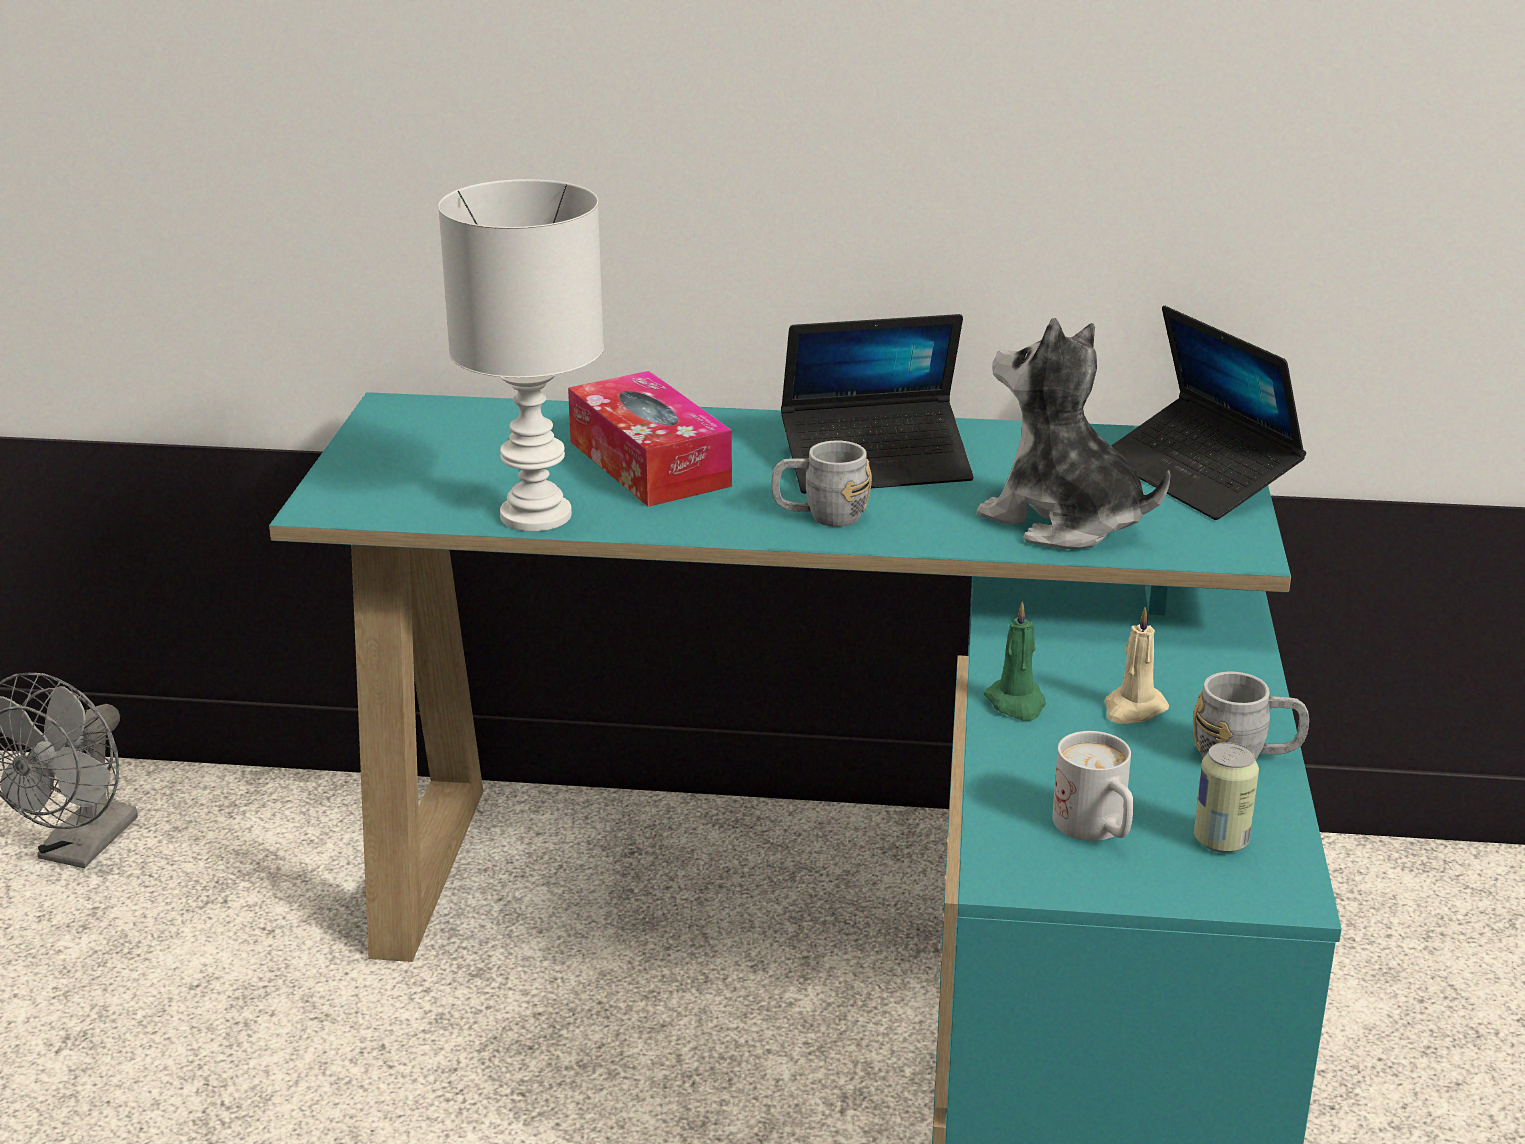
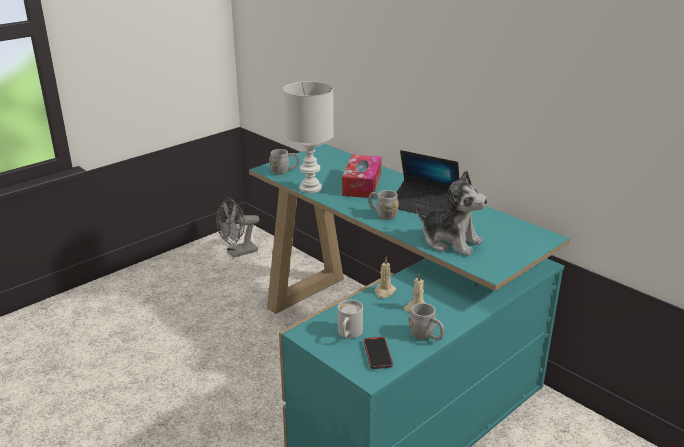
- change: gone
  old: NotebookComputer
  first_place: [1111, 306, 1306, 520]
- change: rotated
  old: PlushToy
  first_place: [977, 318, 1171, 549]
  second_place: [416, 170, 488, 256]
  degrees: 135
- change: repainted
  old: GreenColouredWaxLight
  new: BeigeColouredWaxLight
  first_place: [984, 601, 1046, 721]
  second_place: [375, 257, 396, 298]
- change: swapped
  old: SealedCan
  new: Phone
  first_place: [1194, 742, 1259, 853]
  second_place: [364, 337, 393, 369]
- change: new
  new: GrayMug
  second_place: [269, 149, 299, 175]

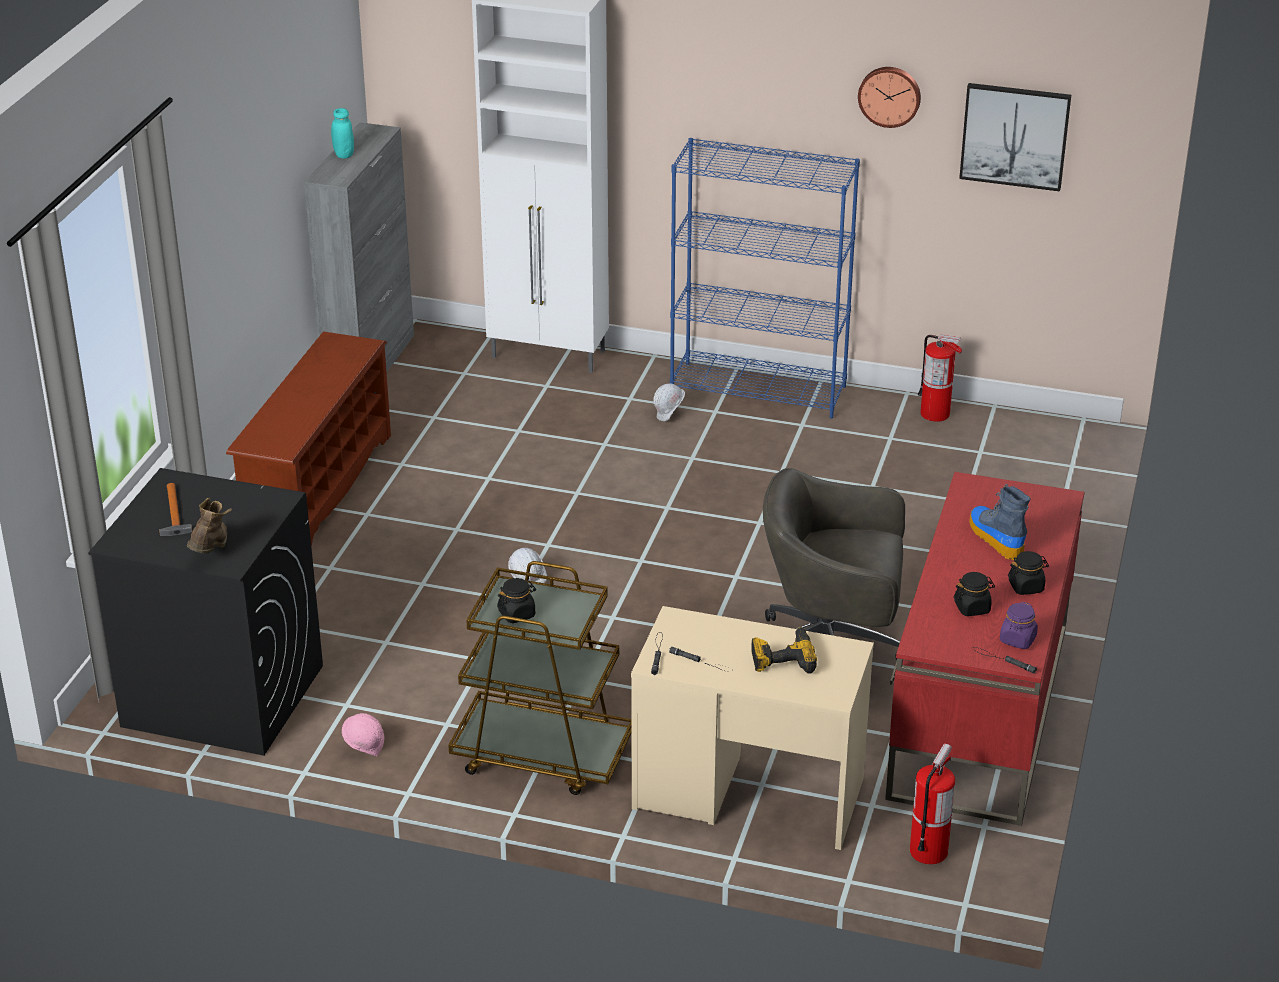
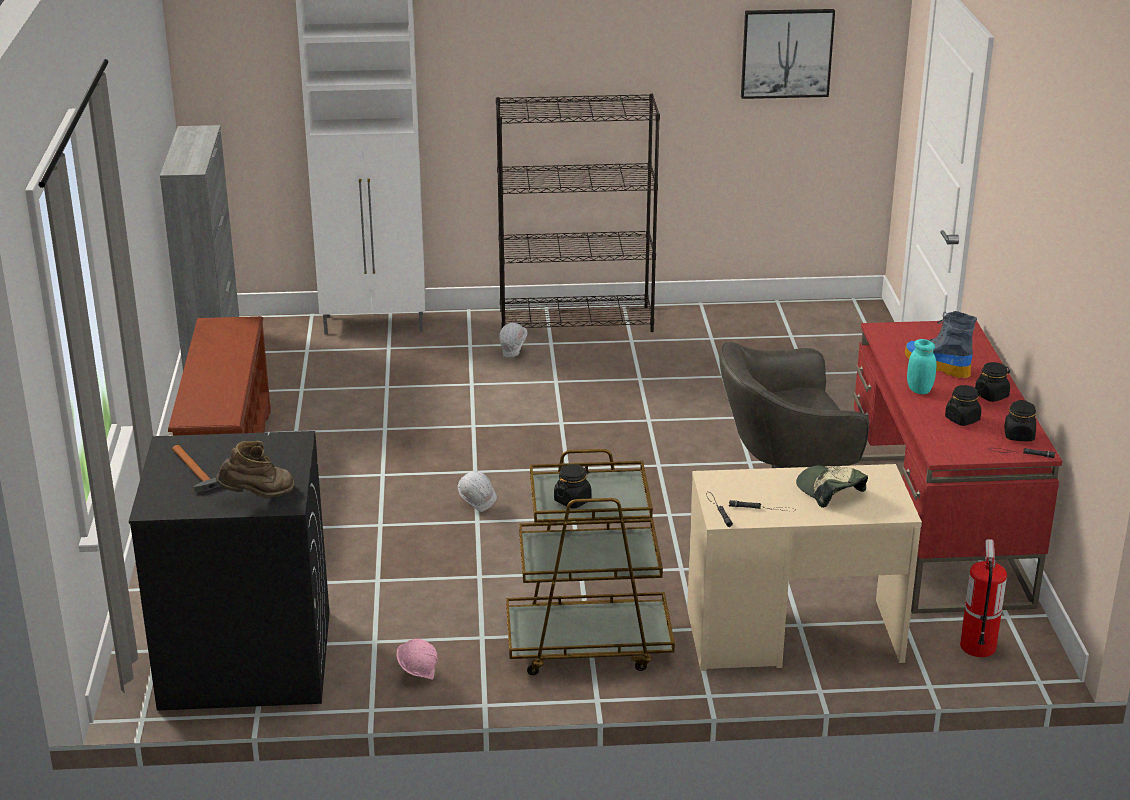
- change: gone
  old: HangingClock
  first_place: [858, 67, 921, 128]
- change: shifted
  old: BlueGreenPreserveJar
  first_place: [331, 108, 354, 158]
  second_place: [907, 339, 937, 394]
- change: repainted
  old: BlueBookcase
  new: BlackBookcase
  first_place: [670, 138, 860, 418]
  second_place: [496, 94, 660, 332]
- change: gone
  old: FireFightingCylinder
  first_place: [918, 335, 962, 422]
- change: rotated
  old: BrownTallBoot
  first_place: [187, 498, 232, 554]
  second_place: [216, 441, 294, 498]
  degrees: 75
- change: repainted
  old: PurplePreserveJar
  new: BlackPreserveJar
  first_place: [1000, 602, 1038, 649]
  second_place: [1004, 400, 1036, 441]
- change: swapped
  old: ElectricDrill
  new: PeakedCap
  first_place: [751, 627, 817, 674]
  second_place: [796, 466, 868, 508]

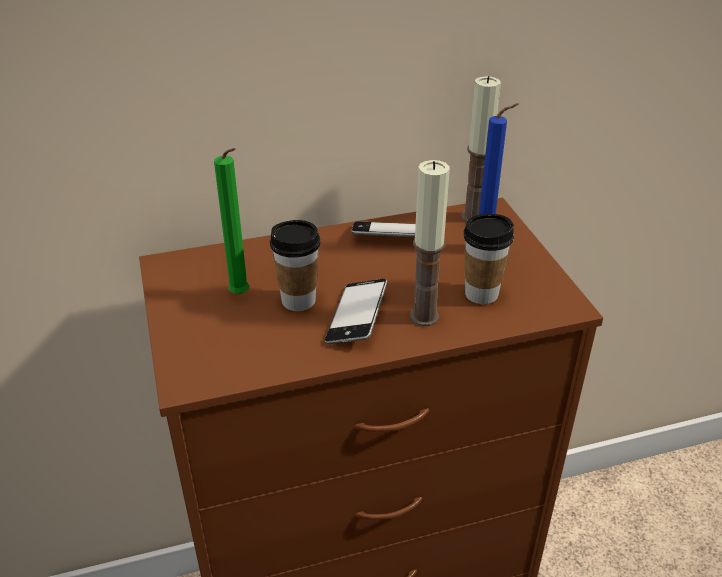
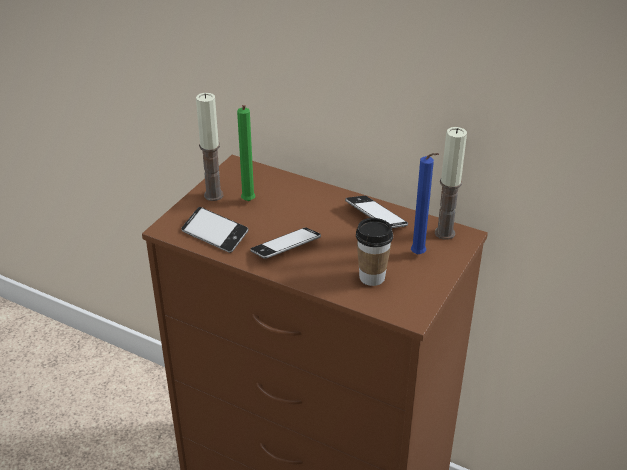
- change: shifted
  old: WaxLight
  first_place: [410, 160, 450, 326]
  second_place: [196, 93, 223, 201]
- change: gone
  old: Cup
  first_place: [270, 220, 320, 311]
- change: new
  new: Phone
  second_place: [181, 207, 249, 253]

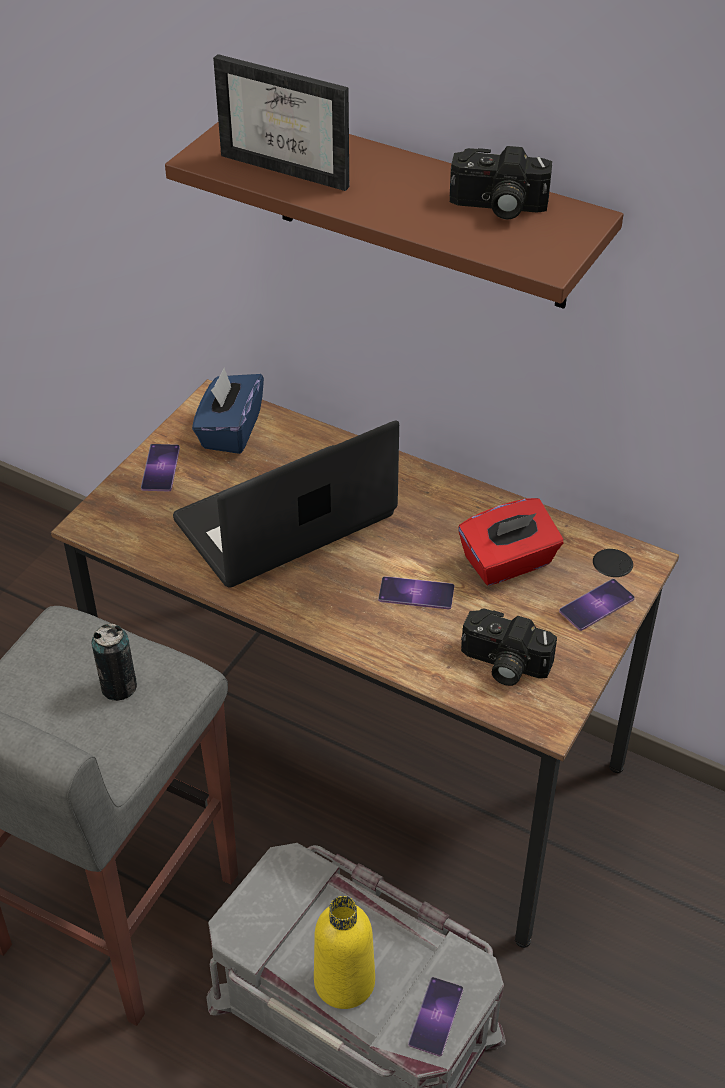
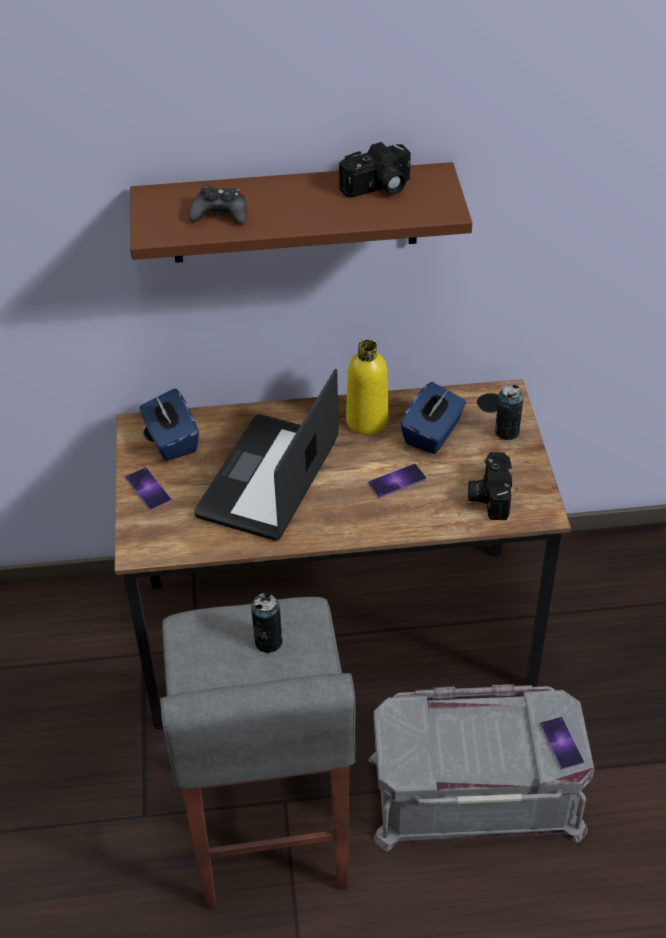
- change: swapped
  old: StandingFrame
  new: BlackJoypad
  first_place: [213, 54, 349, 191]
  second_place: [189, 185, 247, 224]
- change: repainted
  old: ReddishBoxOfTissues
  new: BlueBoxOfTissues
  first_place: [458, 498, 563, 586]
  second_place: [400, 382, 466, 454]
- change: swapped
  old: Phone
  new: SealedCan
  first_place: [559, 579, 635, 631]
  second_place: [495, 384, 524, 440]
- change: rotated
  old: StillCamera
  first_place: [461, 609, 557, 686]
  second_place: [468, 452, 512, 520]
  degrees: 105
- change: shifted
  old: YellowishDrinkBottle
  first_place: [314, 896, 375, 1009]
  second_place: [346, 340, 389, 435]

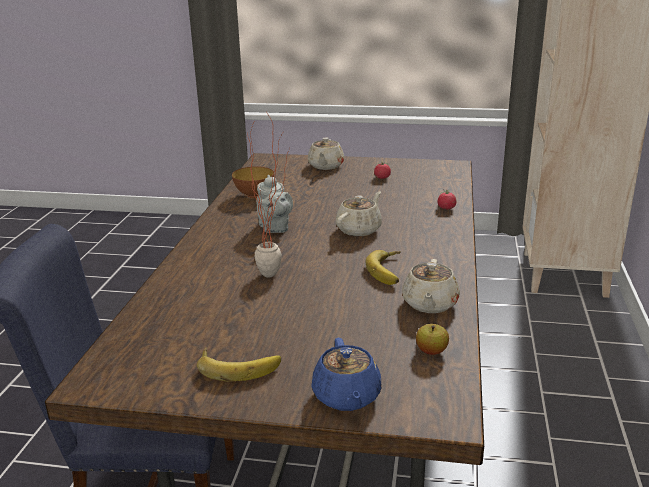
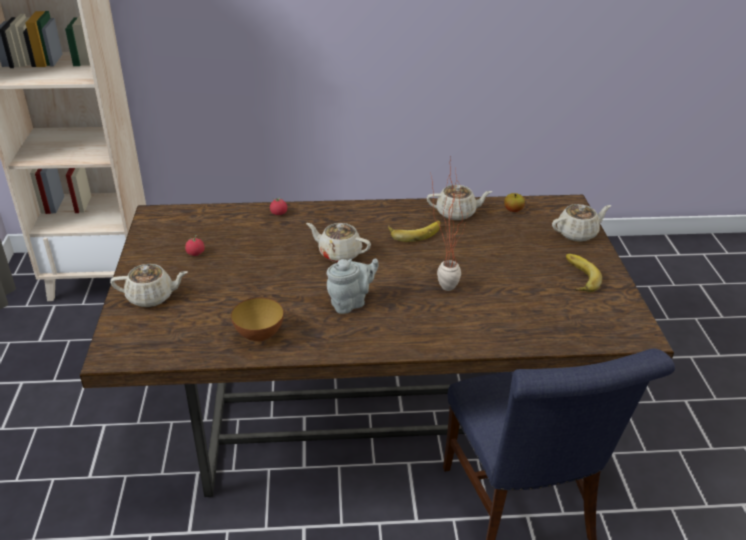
- change: repainted
  old: BlueTeaPot
  new: BeigeColouredTeaPot
  first_place: [311, 338, 382, 411]
  second_place: [552, 204, 611, 242]

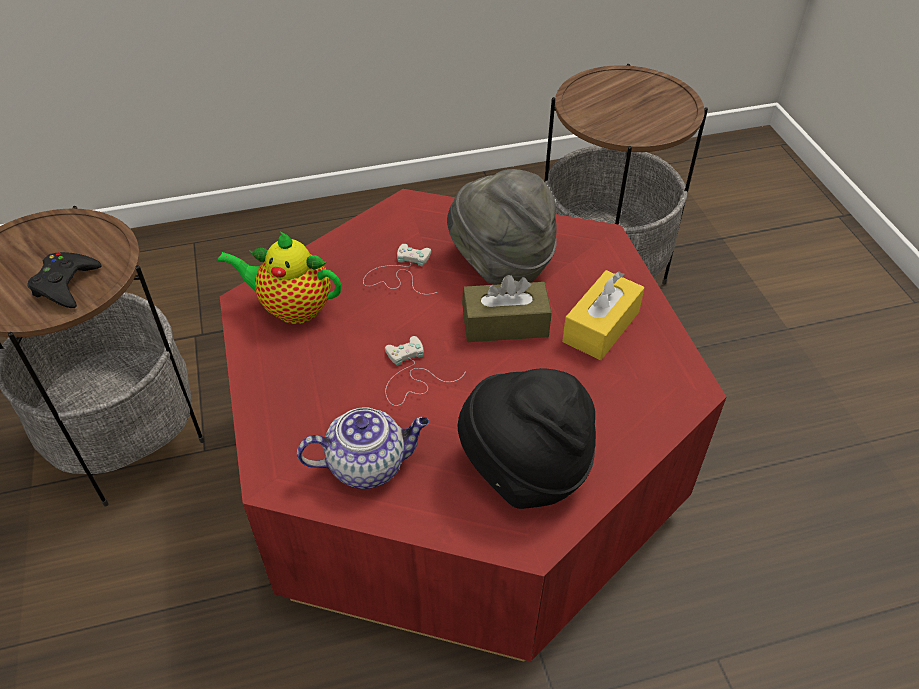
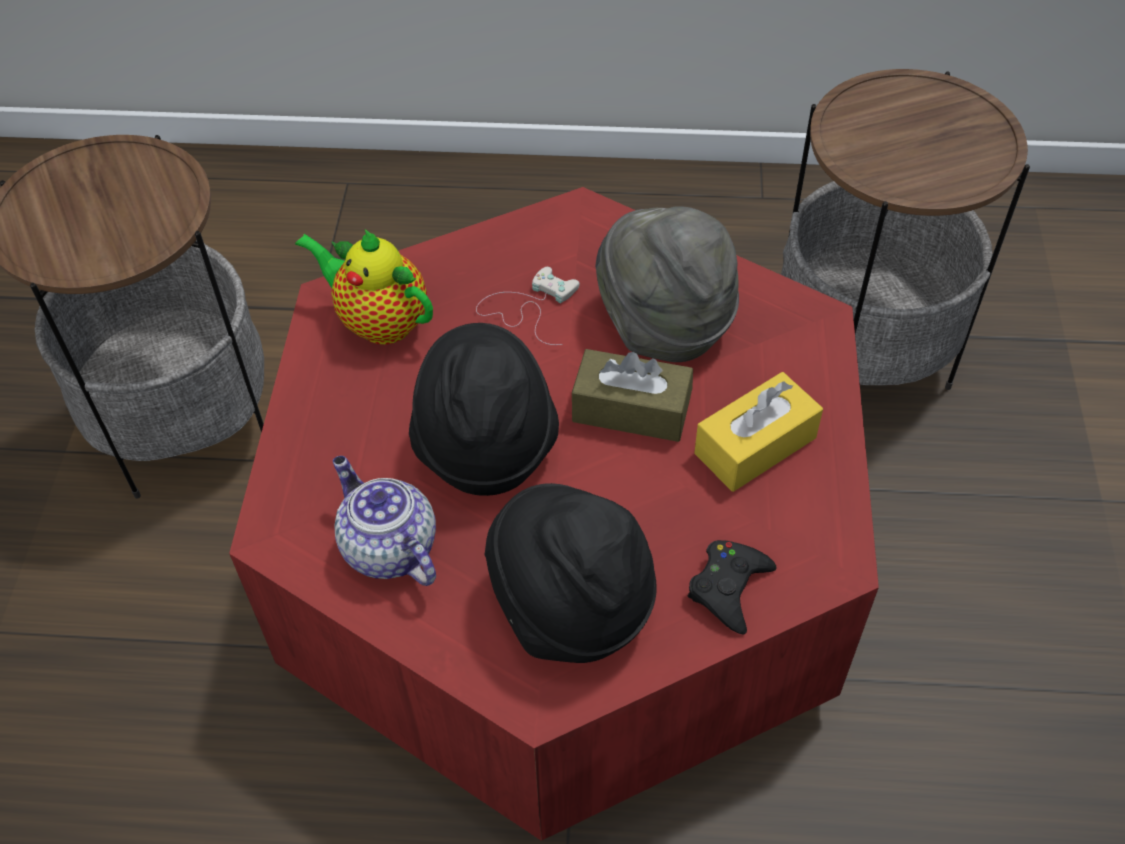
- change: shifted
  old: BlackJoypad
  first_place: [27, 252, 102, 308]
  second_place: [688, 540, 776, 635]
- change: swapped
  old: WhitishJoypad
  new: BlackWearableHat
  first_place: [385, 336, 466, 406]
  second_place: [409, 323, 559, 496]
- change: rotated
  old: TeaPot
  first_place: [297, 407, 429, 489]
  second_place: [333, 456, 436, 586]
  degrees: -135

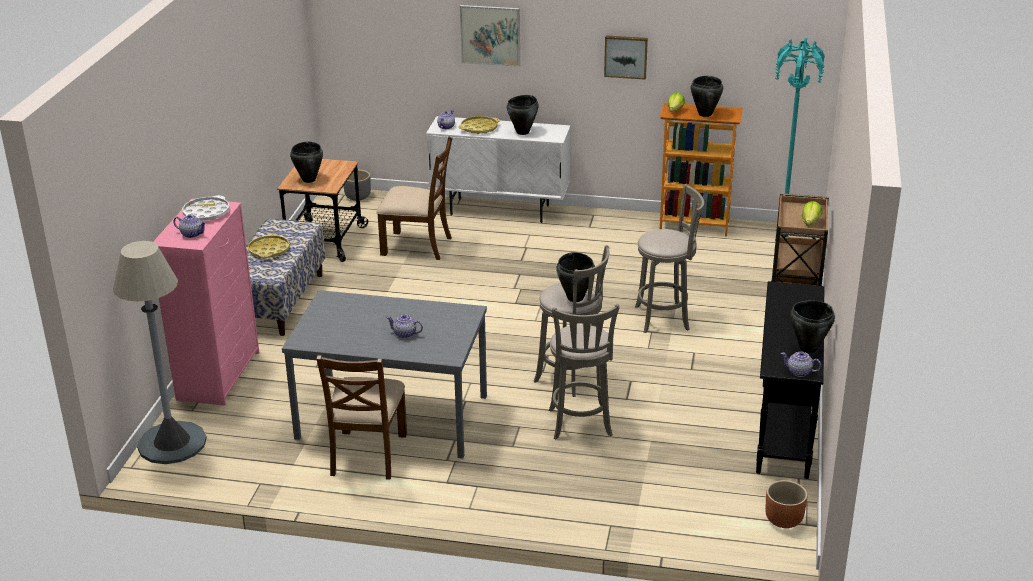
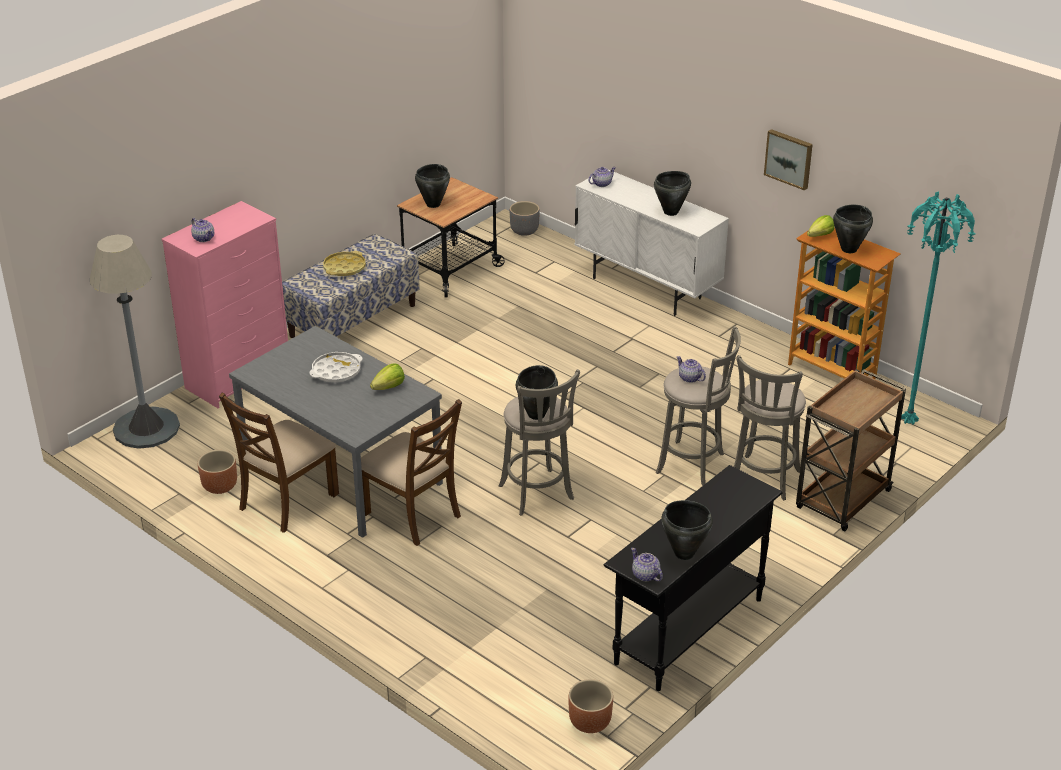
- change: gone
  old: WallPicture
  first_place: [460, 5, 520, 67]
- change: gone
  old: YellowishCarryingTray
  first_place: [458, 116, 499, 134]
- change: shifted
  old: BrownUprightChair
  first_place: [376, 136, 452, 260]
  second_place: [361, 399, 462, 546]
- change: shifted
  old: WhitishCarryingTray
  first_place: [182, 195, 230, 221]
  second_place: [309, 352, 363, 382]
- change: shifted
  old: LettuceHead
  first_place: [802, 201, 823, 226]
  second_place: [370, 363, 405, 390]
- change: shifted
  old: GraySittingStool
  first_place: [549, 304, 619, 439]
  second_place: [734, 355, 806, 501]
- change: shifted
  old: TeaPot
  first_place: [386, 314, 423, 338]
  second_place: [677, 356, 706, 383]
- change: new
  new: BrownPlanter
  second_place: [198, 450, 237, 494]

